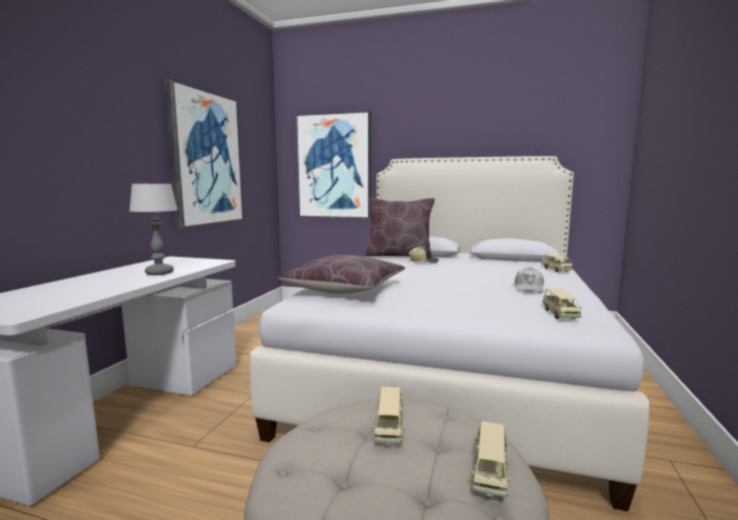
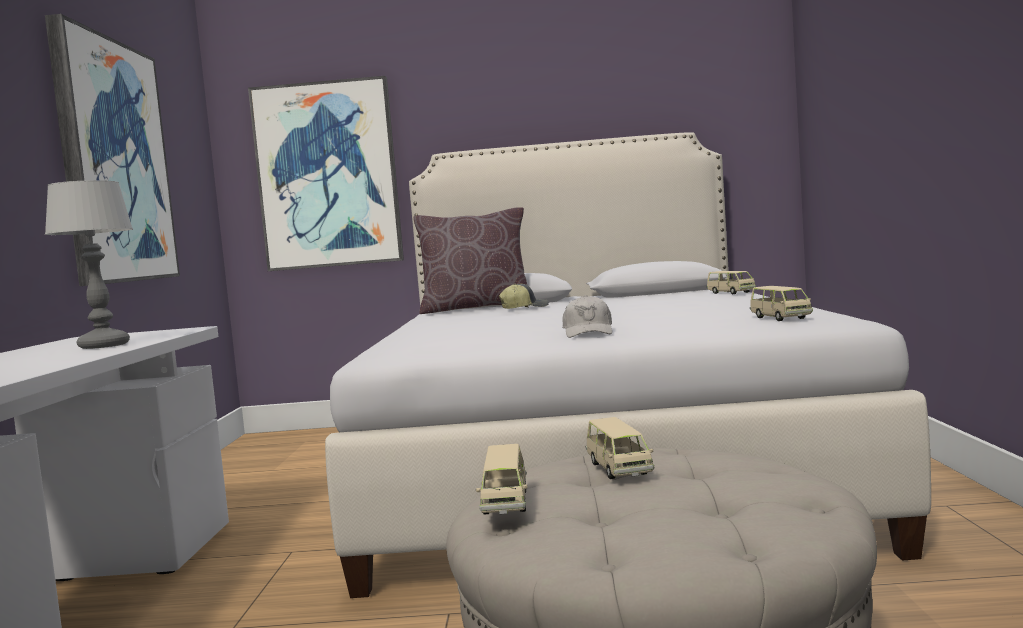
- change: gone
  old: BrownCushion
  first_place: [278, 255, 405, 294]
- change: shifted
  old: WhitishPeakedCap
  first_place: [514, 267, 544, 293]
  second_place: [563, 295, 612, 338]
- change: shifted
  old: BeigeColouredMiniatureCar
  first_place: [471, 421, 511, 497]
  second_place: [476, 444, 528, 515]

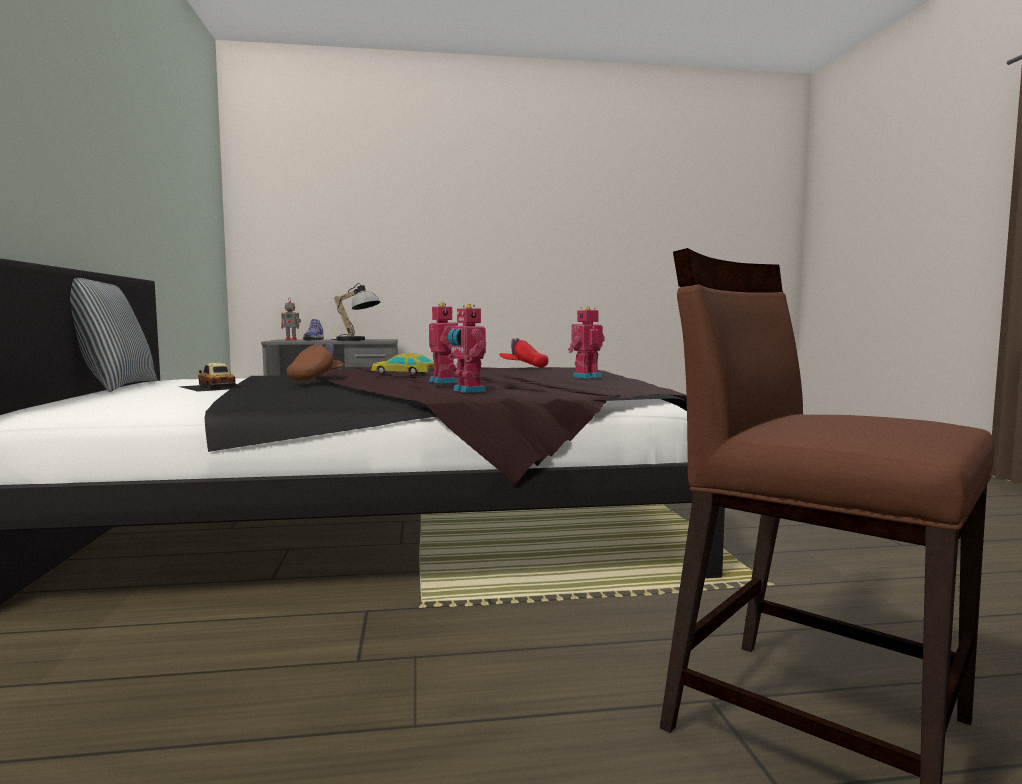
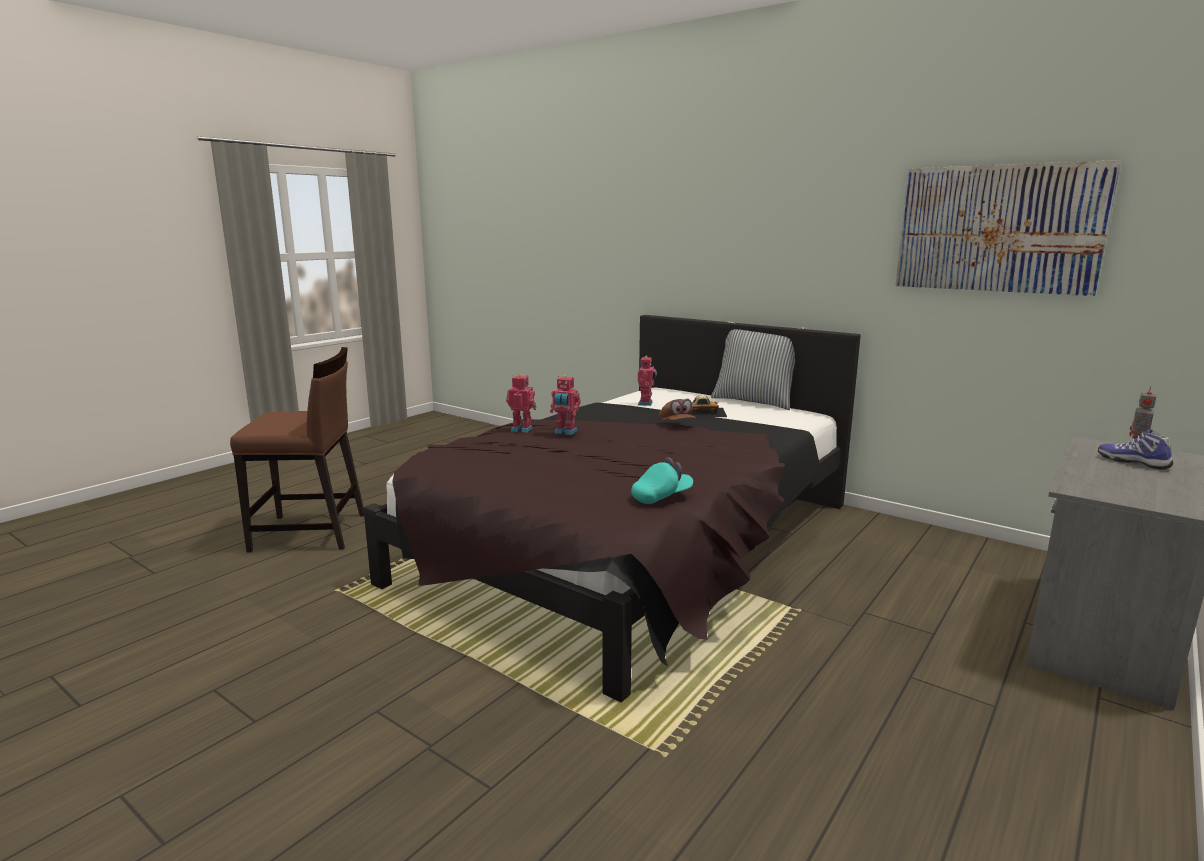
- change: gone
  old: TabletopLamp
  first_place: [331, 283, 380, 341]
- change: shifted
  old: RobotFigure
  first_place: [568, 306, 605, 378]
  second_place: [638, 356, 657, 406]
- change: repainted
  old: ReddishPeakedCap
  new: BlueGreenPeakedCap
  first_place: [499, 338, 549, 368]
  second_place: [631, 457, 693, 504]
- change: gone
  old: MiniatureCar
  first_place: [371, 353, 434, 375]
- change: new
  new: WallPicture
  second_place: [895, 160, 1121, 296]

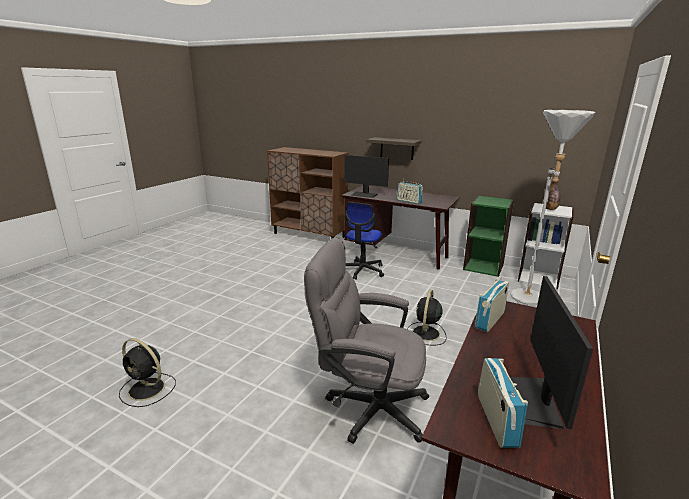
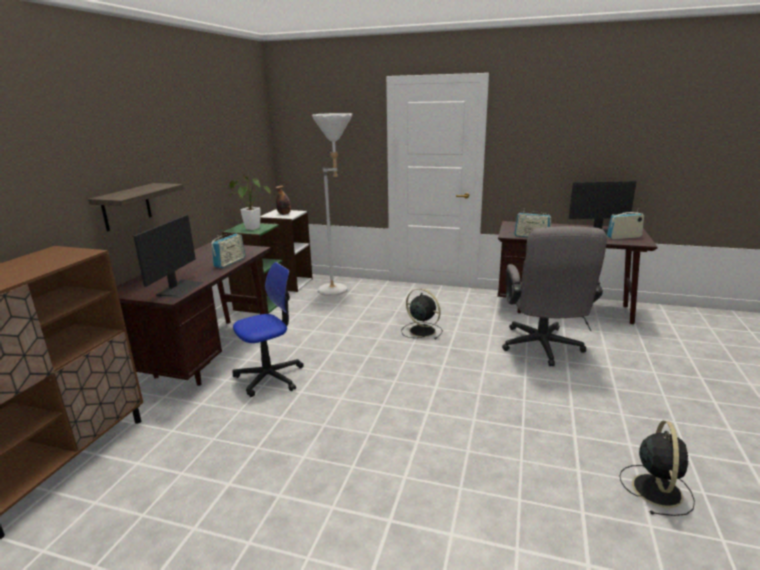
- change: rotated
  old: ComputerChair
  first_place: [345, 202, 384, 280]
  second_place: [232, 262, 304, 397]
  degrees: -45
- change: rotated
  old: BlackCoolingFan
  first_place: [407, 290, 447, 346]
  second_place: [401, 288, 443, 339]
  degrees: -150
- change: new
  new: PottedPlant
  second_place: [229, 175, 271, 230]

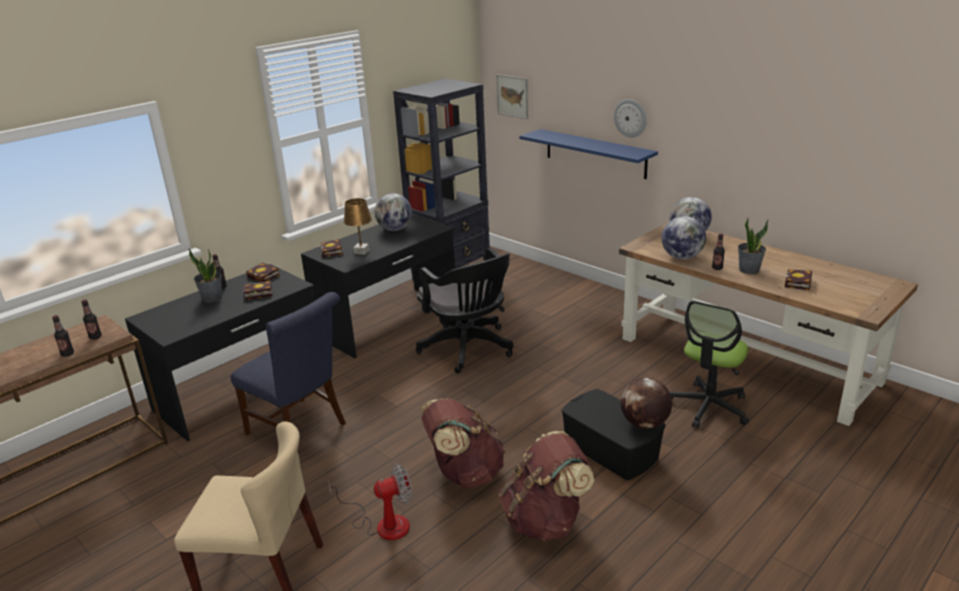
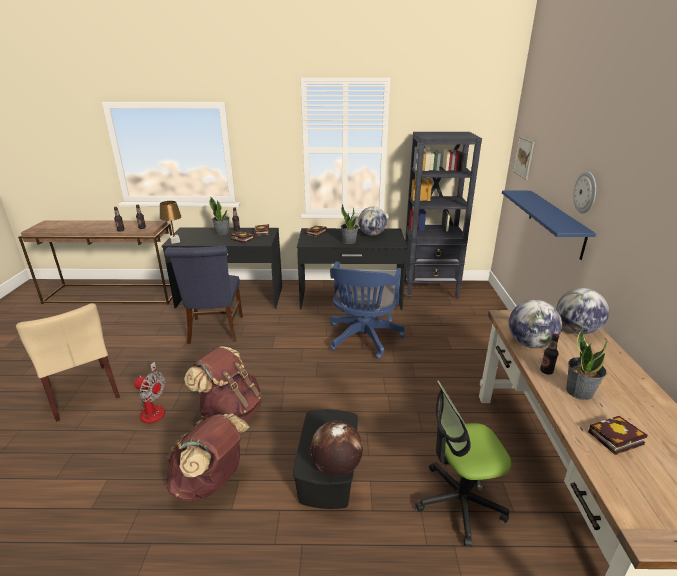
- change: shifted
  old: BrownTabletopLamp
  first_place: [344, 198, 372, 255]
  second_place: [160, 201, 182, 244]
- change: repainted
  old: BlackComputerChair
  new: BlueComputerChair
  first_place: [416, 248, 513, 373]
  second_place: [330, 262, 405, 359]
- change: new
  new: PottedPlant
  second_place: [341, 204, 359, 244]

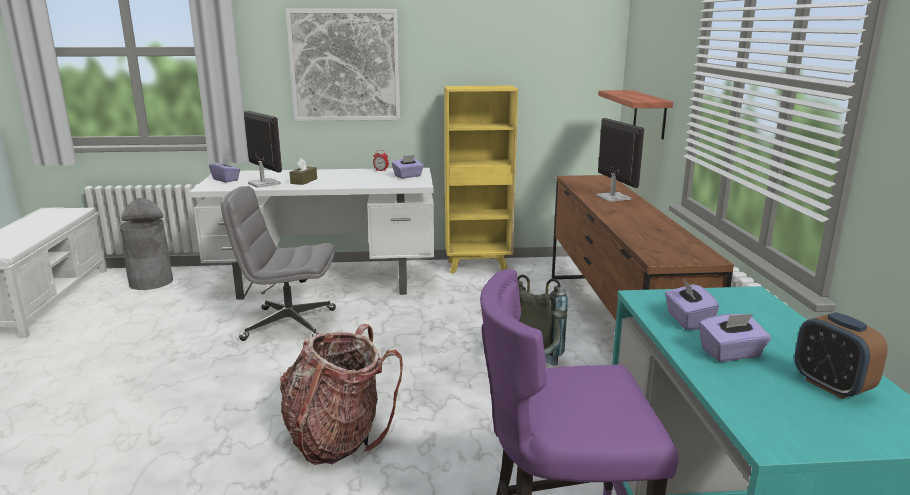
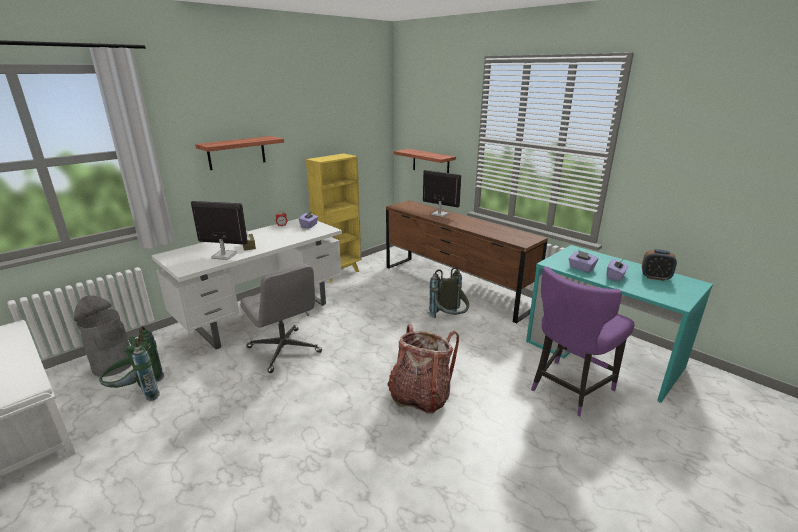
- change: swapped
  old: WallPicture
  new: BracketShelf
  first_place: [285, 9, 400, 121]
  second_place: [195, 136, 284, 170]
- change: gone
  old: PurpleBoxOfTissues
  first_place: [209, 157, 240, 183]
- change: rotated
  old: GrayComputerChair
  first_place: [221, 186, 336, 341]
  second_place: [240, 263, 322, 373]
  degrees: -90
- change: new
  new: GreenColouredRucksack
  second_place: [99, 326, 164, 401]

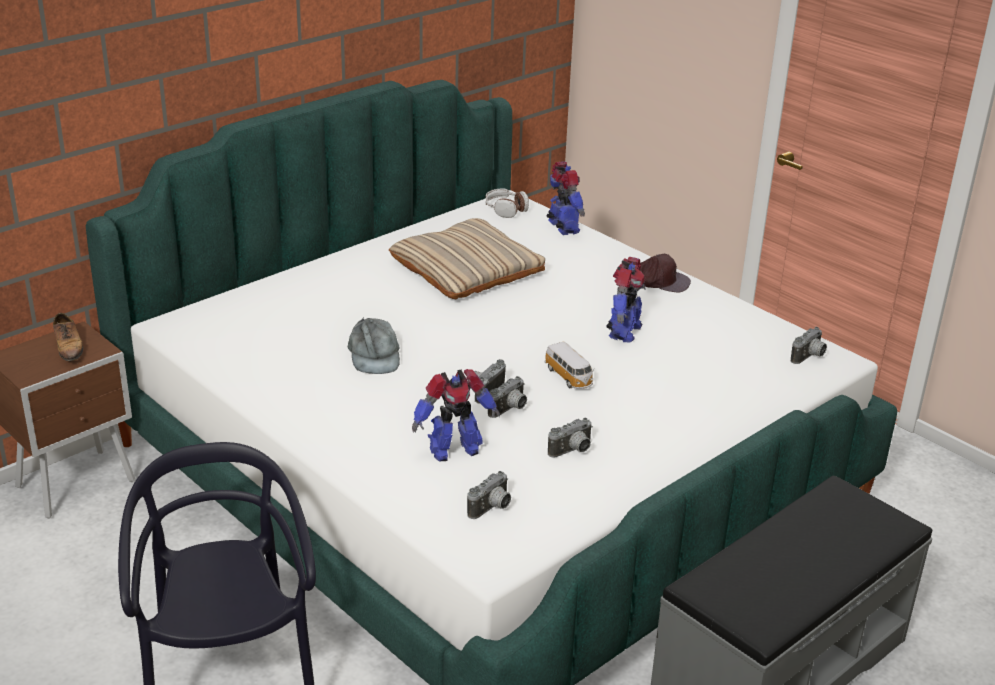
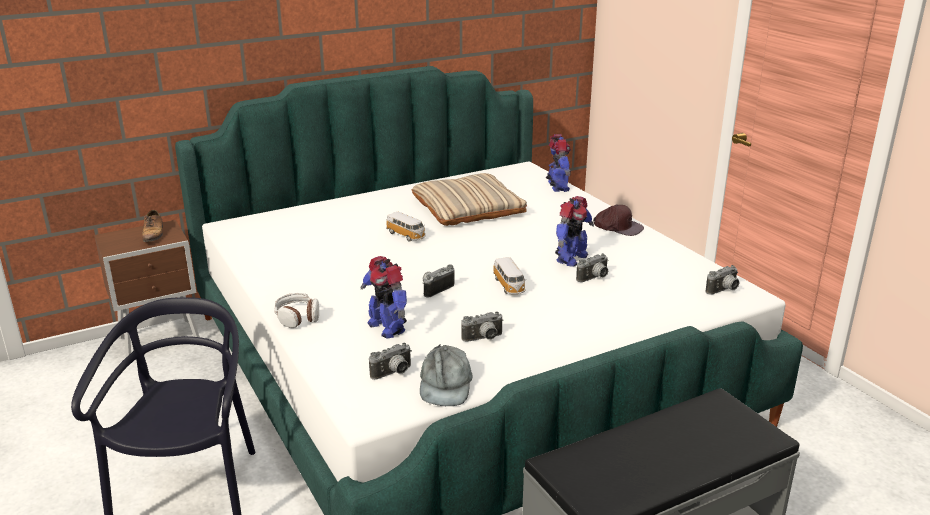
- change: shifted
  old: PairOfHeadphones
  first_place: [485, 188, 529, 218]
  second_place: [274, 293, 319, 328]
- change: shifted
  old: GrayPeakedCap
  first_place: [348, 317, 400, 374]
  second_place: [420, 345, 472, 406]
- change: rotated
  old: RobotFigure
  first_place: [412, 369, 500, 461]
  second_place: [361, 256, 407, 339]
  degrees: 60
- change: shifted
  old: StillCamera
  first_place: [488, 376, 527, 418]
  second_place: [576, 253, 608, 282]
- change: new
  new: MiniatureCar
  second_place: [386, 212, 426, 242]

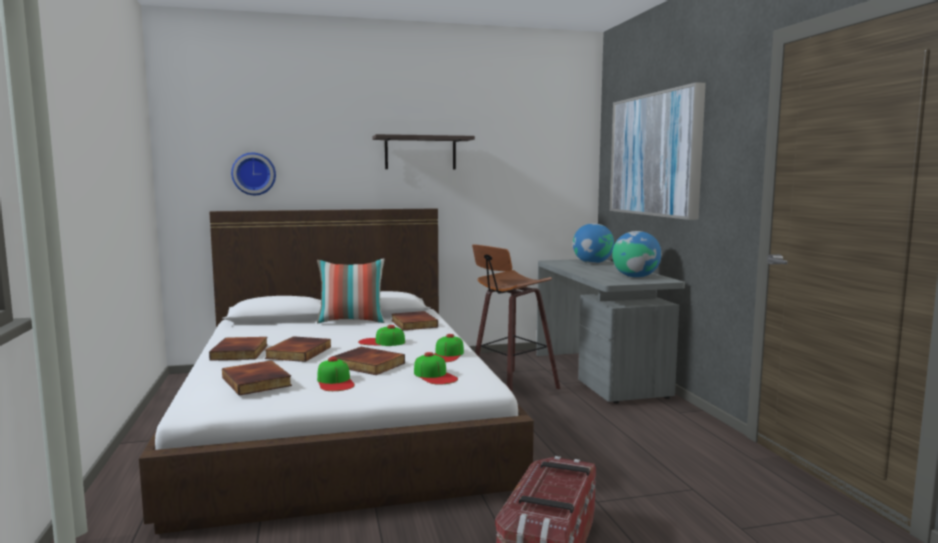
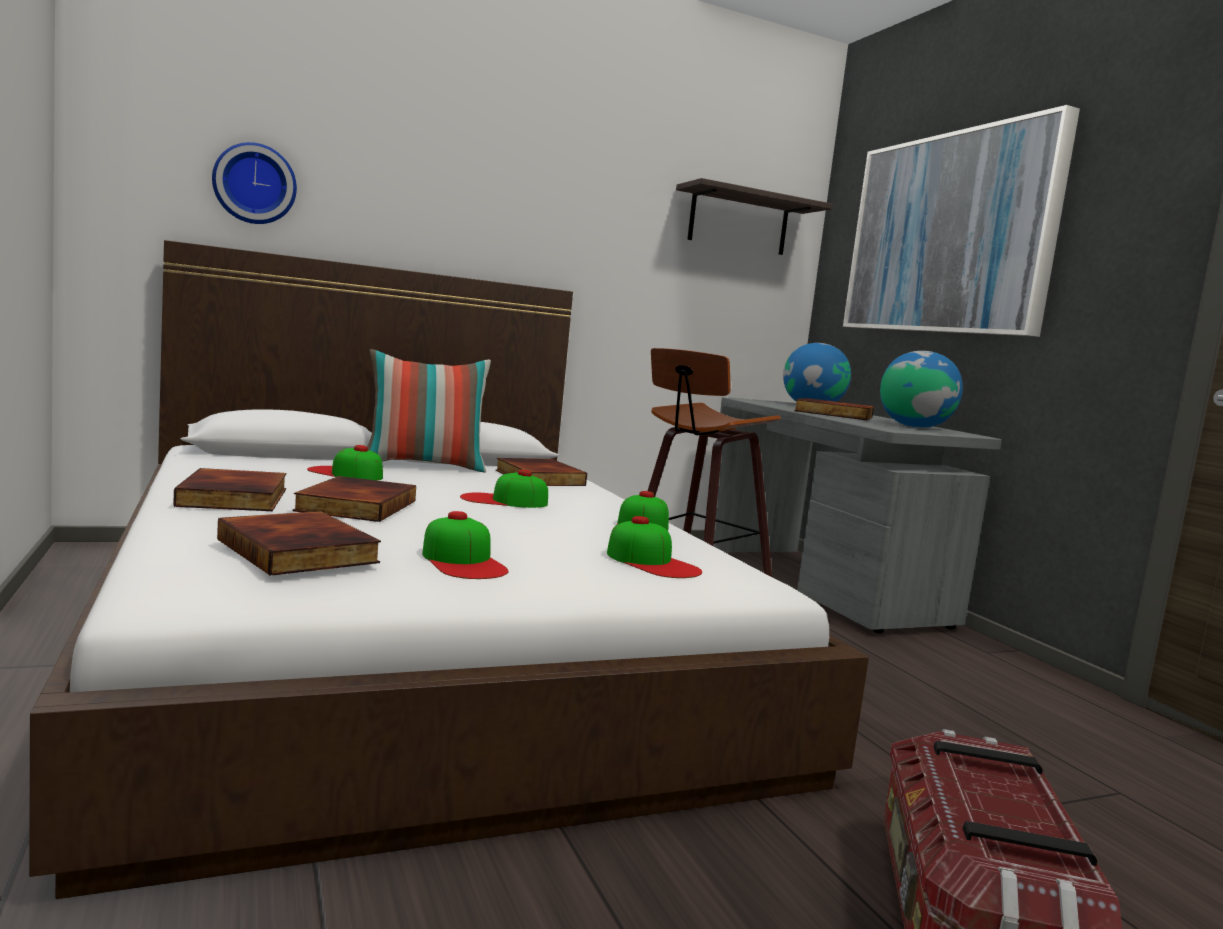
- change: shifted
  old: BracketShelf
  first_place: [372, 134, 475, 169]
  second_place: [676, 178, 833, 255]
- change: shifted
  old: Book
  first_place: [332, 347, 405, 375]
  second_place: [794, 398, 874, 420]
- change: new
  new: PeakedCap
  second_place: [307, 445, 383, 480]

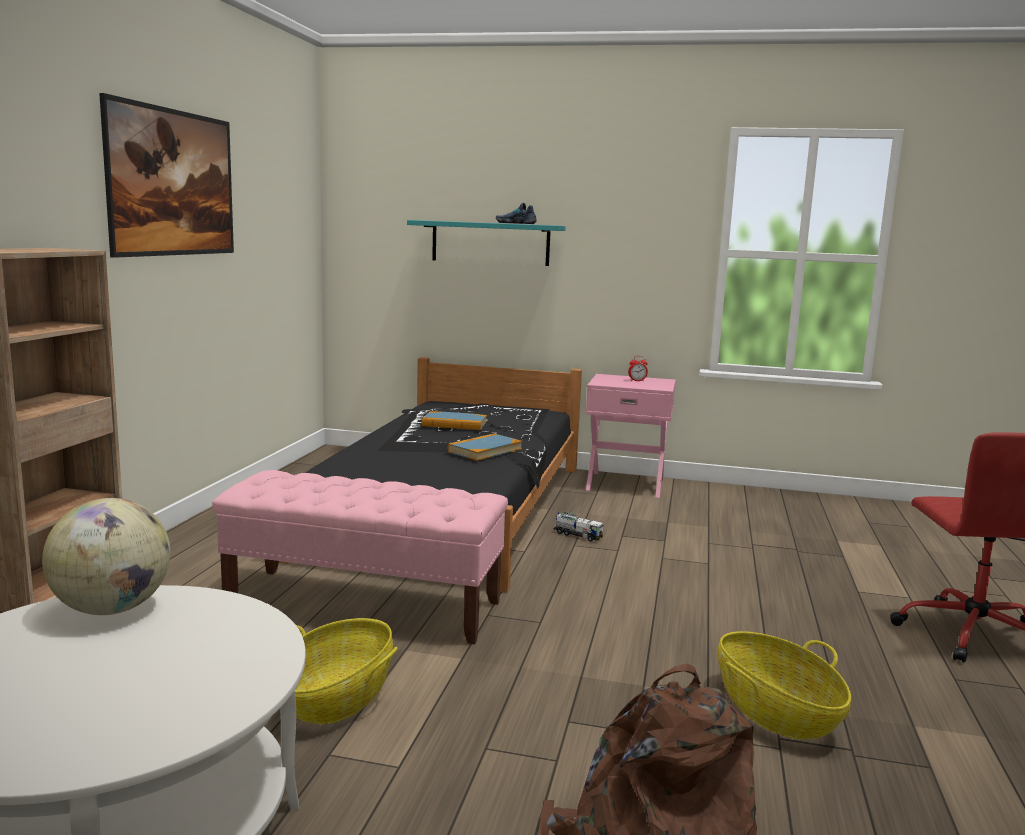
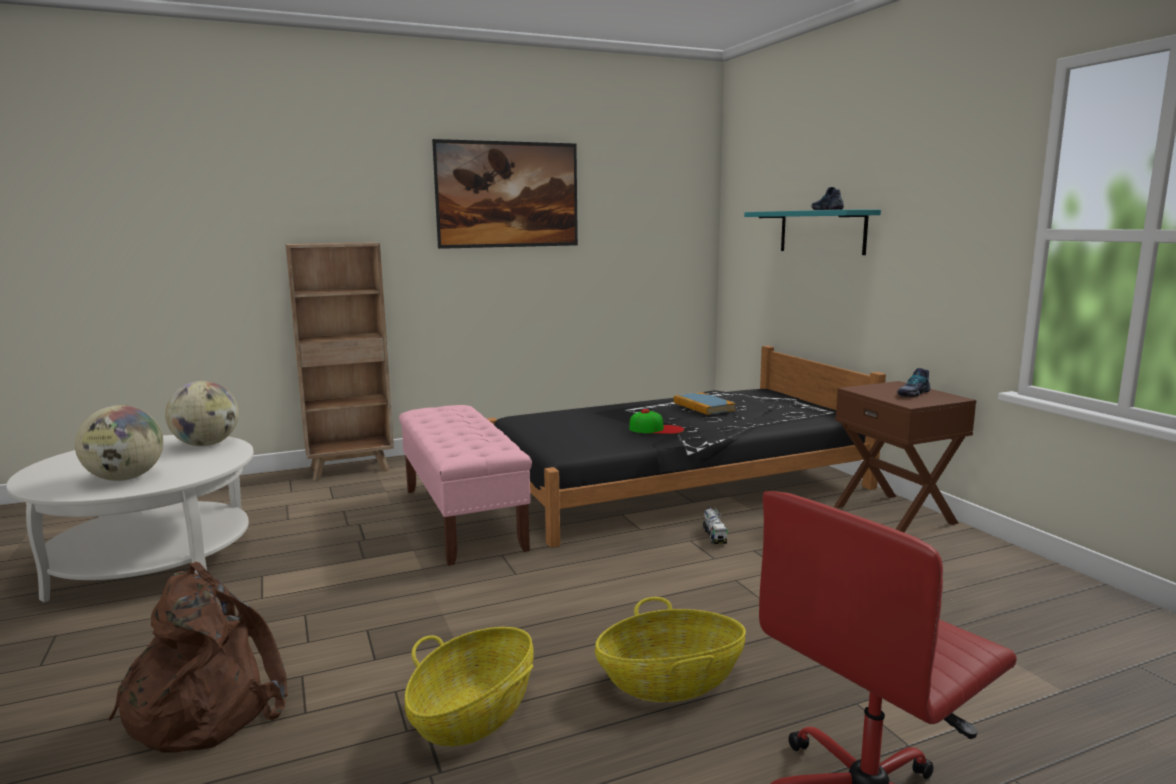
- change: swapped
  old: AlarmClock
  new: ItemOfFootwear
  first_place: [628, 356, 648, 382]
  second_place: [897, 368, 930, 397]
- change: repainted
  old: PinkColouredBedsideTable
  new: BrownBedsideTable
  first_place: [586, 374, 676, 498]
  second_place: [834, 381, 976, 533]
- change: swapped
  old: Book
  new: PeakedCap
  first_place: [448, 434, 522, 461]
  second_place: [629, 409, 684, 434]
- change: shifted
  old: Basket
  first_place: [295, 618, 398, 724]
  second_place: [595, 597, 746, 702]
- change: new
  new: WorldGlobe
  second_place: [75, 405, 163, 481]

